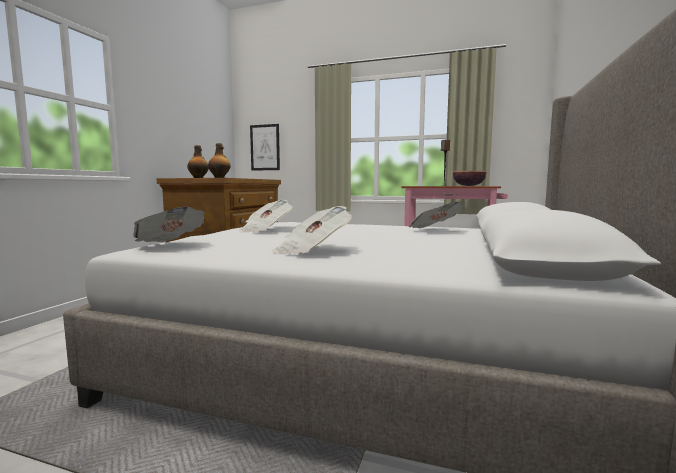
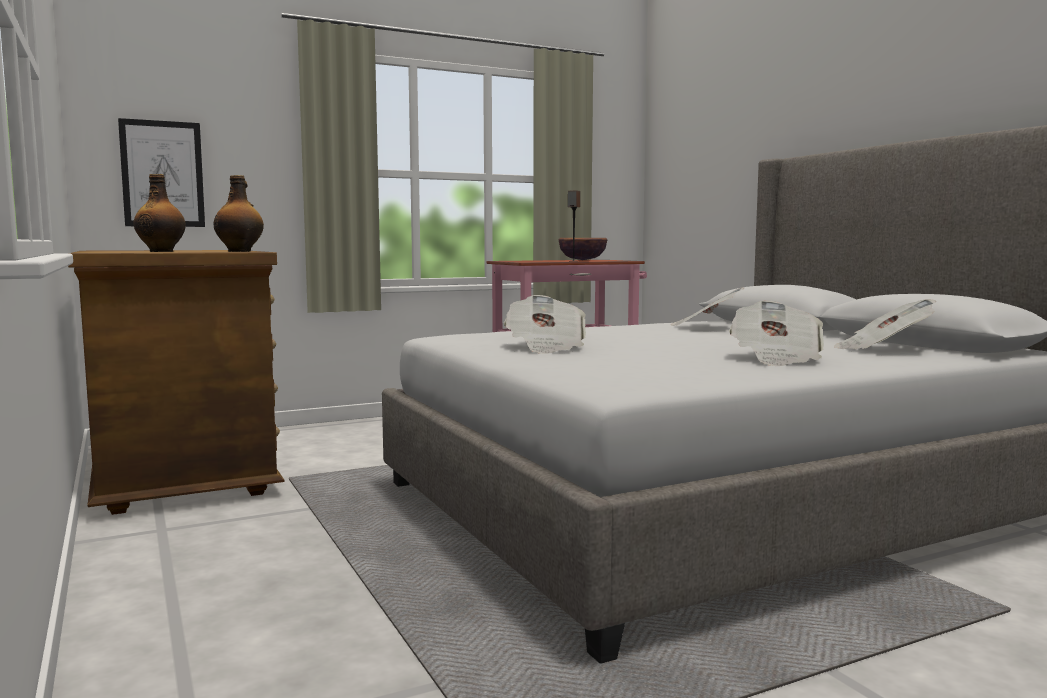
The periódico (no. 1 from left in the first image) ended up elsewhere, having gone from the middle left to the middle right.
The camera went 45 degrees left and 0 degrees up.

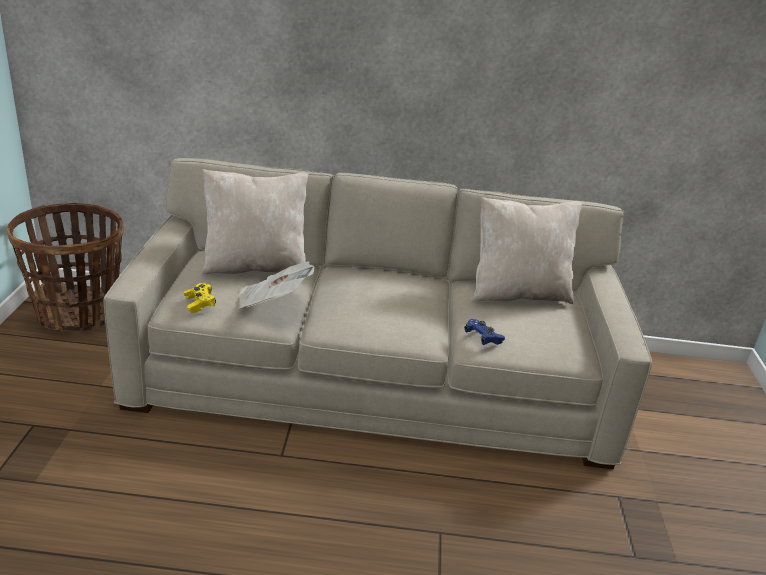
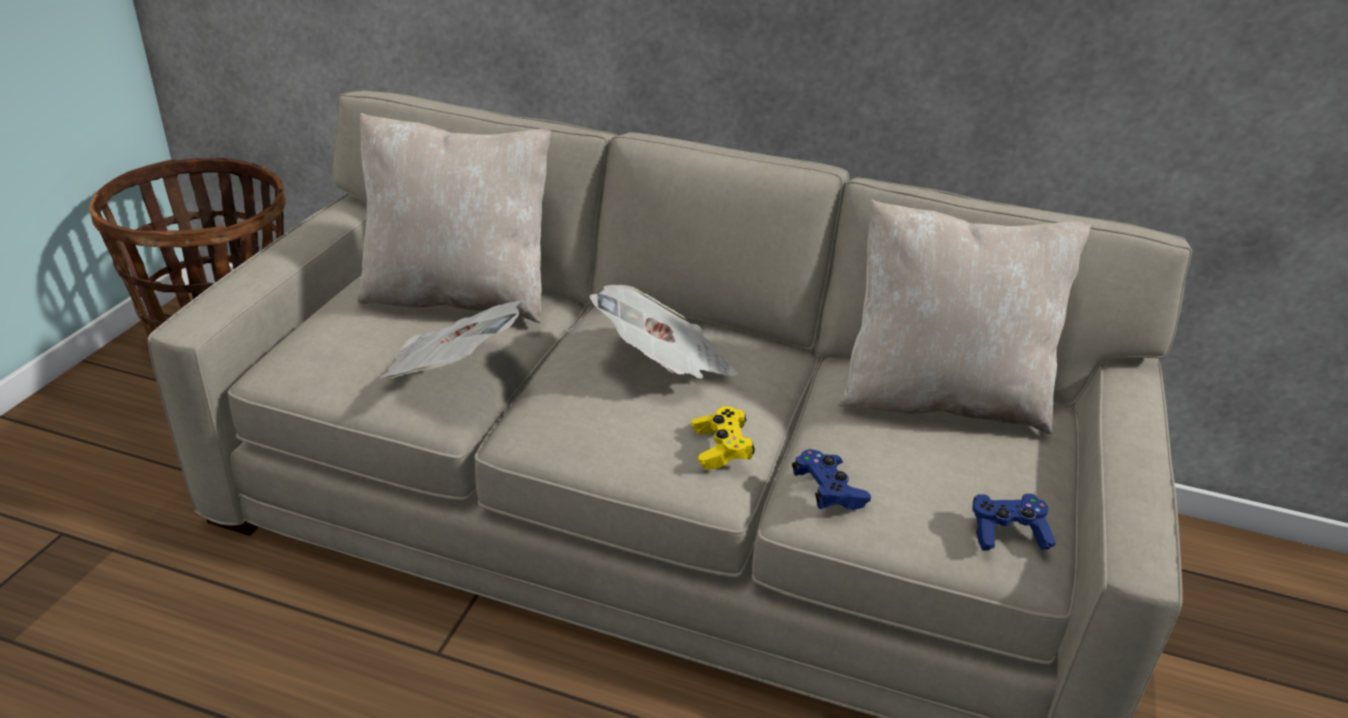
The mando de consola (amarillo) ended up elsewhere, having gone from the middle left to the centre.
The second view gained the periódico (no. 2 from left) at the centre.
The second view gained the mando de consola (azul) (no. 2 from left) at the bottom right.
The camera went 15 degrees right and 5 degrees up.

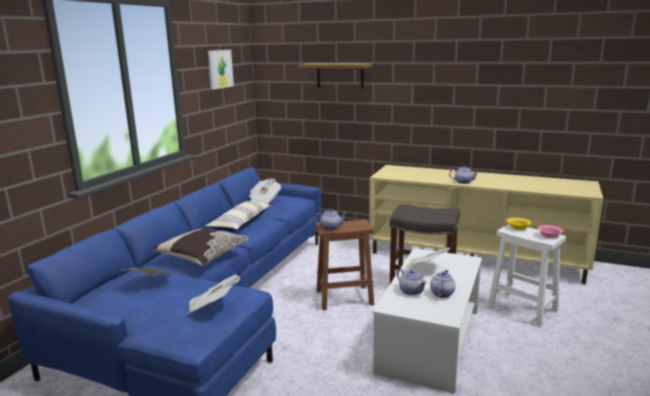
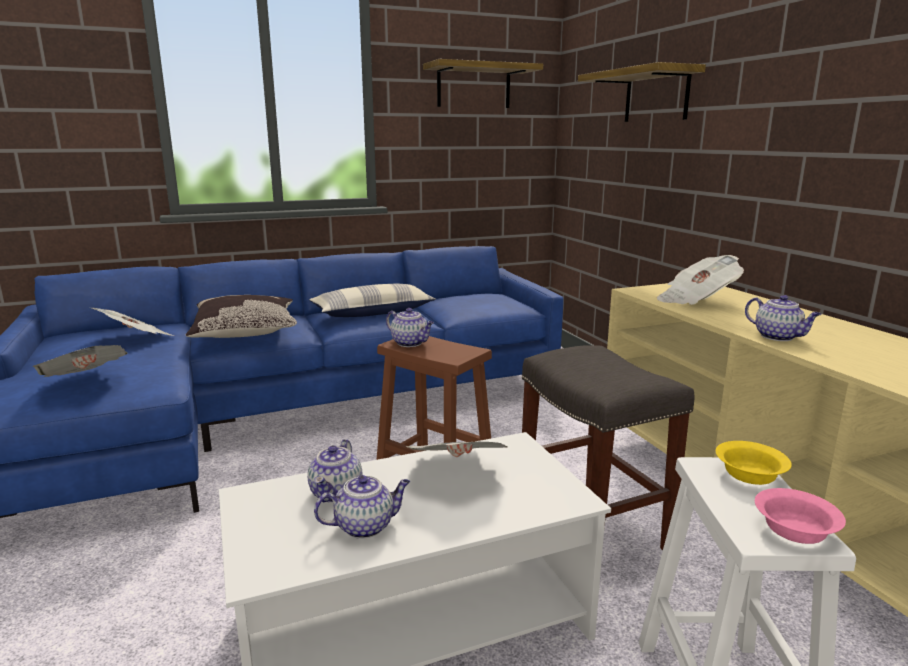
Where the cuadro hung at the top centre, the estante (no. 1 from left) came to hang at the top centre.
The periódico (no. 3 from left in the first image) ended up elsewhere, having gone from the centre to the middle right.
The camera went 45 degrees right and 0 degrees up.

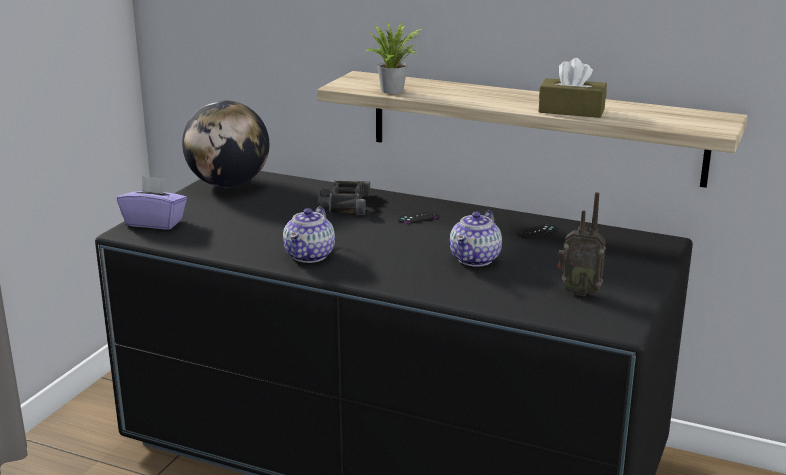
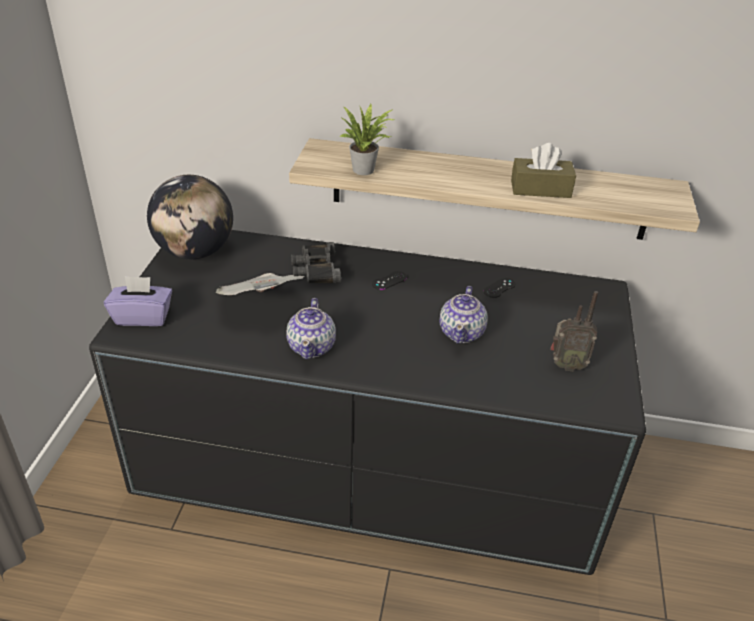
The second view gained the periódico at the centre.
The camera went 15 degrees left and 15 degrees up.

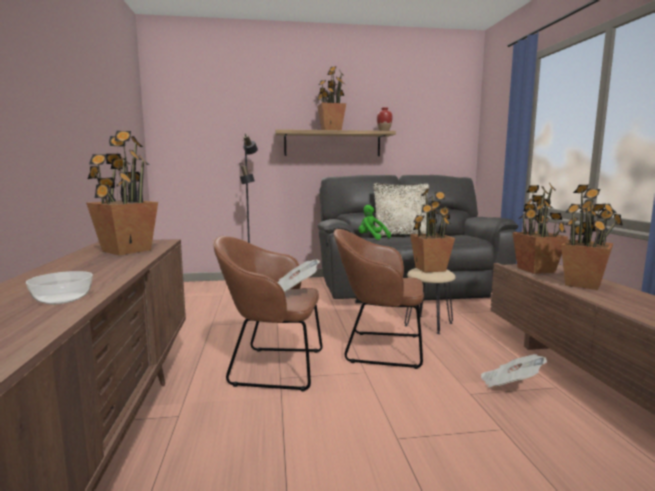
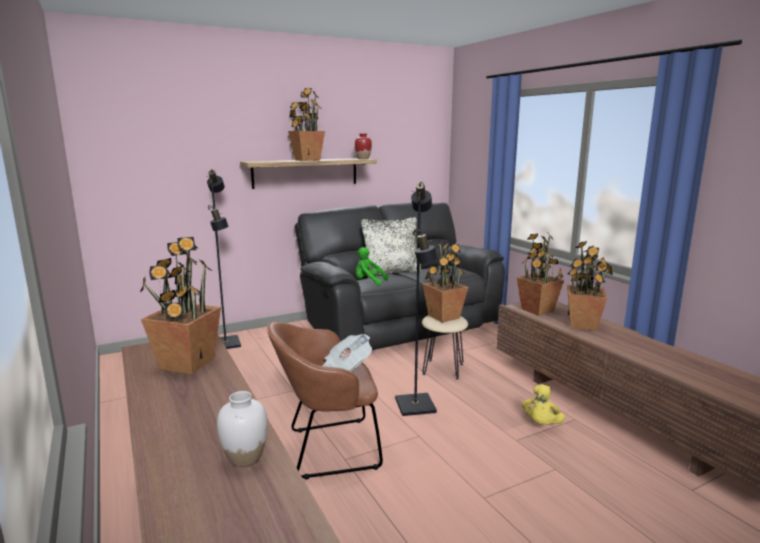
Where the cuenco stood at the middle left, the florero (blanco) came to stand at the bottom left.
Where the sillón (marrón) (no. 2 from left) stood at the centre, the lámpara de pie (negro) (no. 2 from left) came to stand at the centre.
Where the periódico (no. 2 from left) stood at the bottom right, the peluche (amarillo) came to stand at the bottom right.
The camera went 20 degrees left and 5 degrees up.

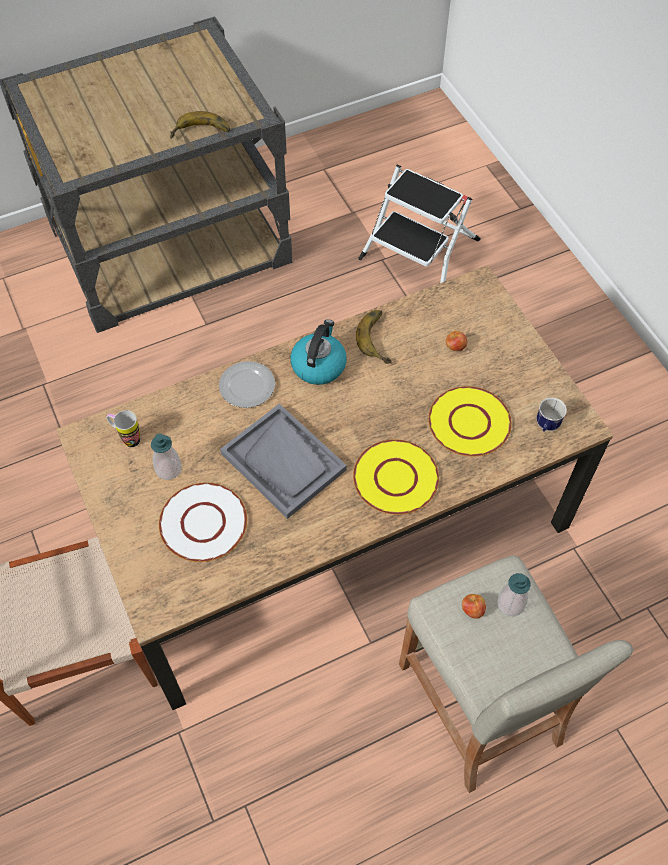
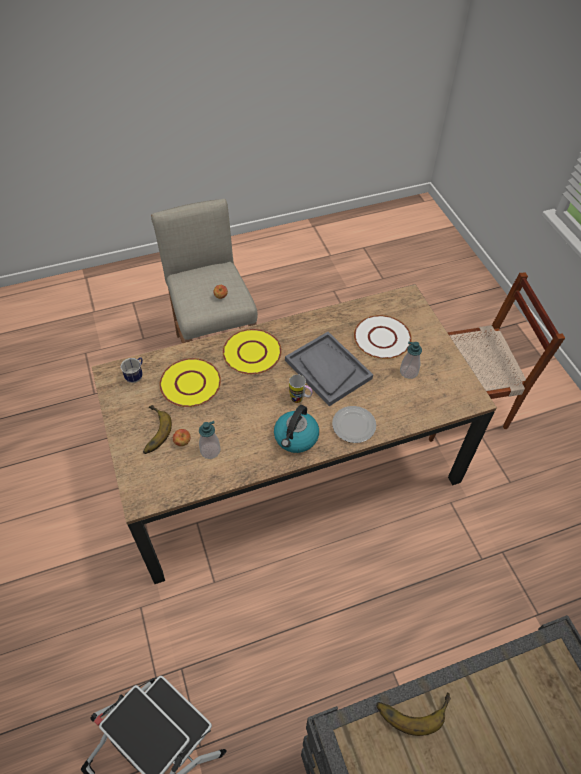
The taza grande (no. 1 from left in the first image) ended up elsewhere, having gone from the middle left to the centre.
The plátano (no. 2 from left in the first image) ended up elsewhere, having gone from the centre to the middle left.
The dispensador de jabón (no. 2 from left in the first image) ended up elsewhere, having gone from the bottom right to the centre.
The camera went 175 degrees left and 5 degrees down.

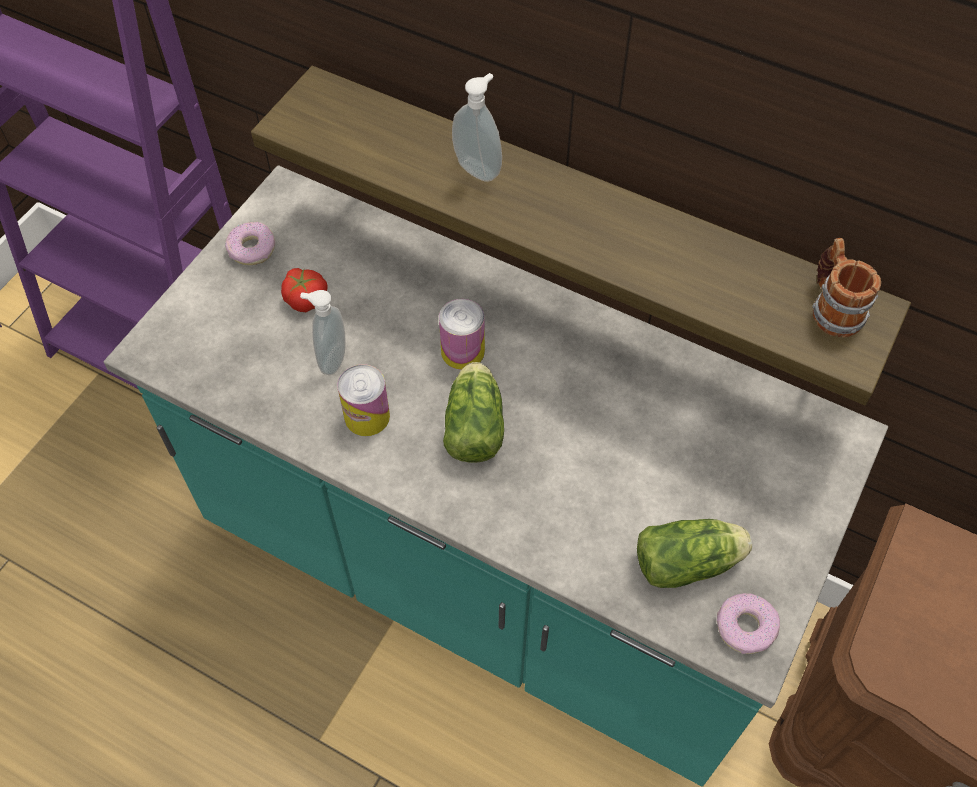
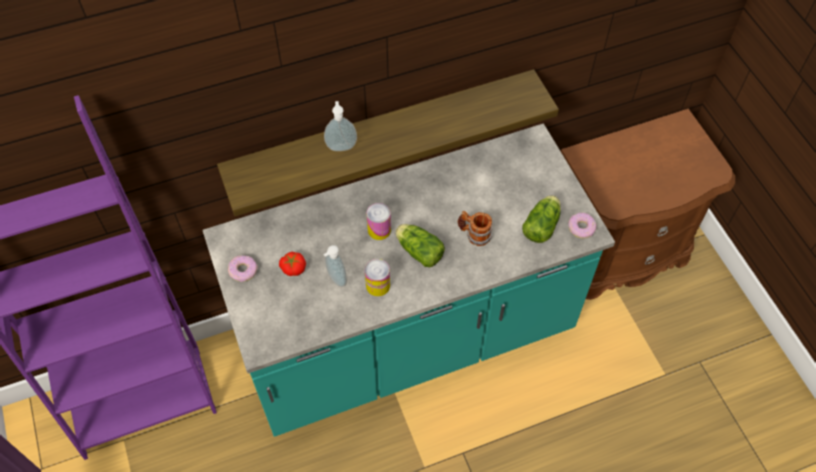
The taza grande ended up elsewhere, having gone from the middle right to the centre.
The camera went 50 degrees left and 0 degrees up.

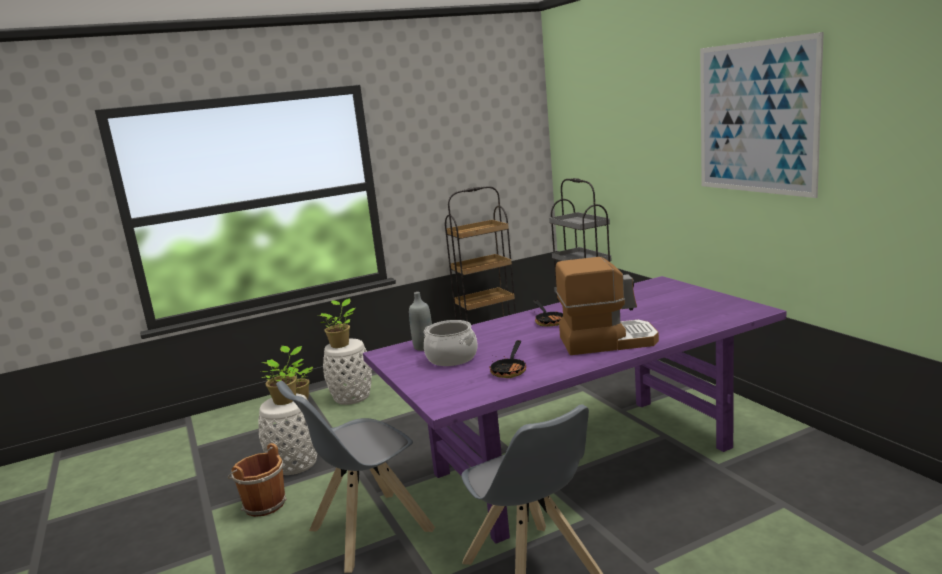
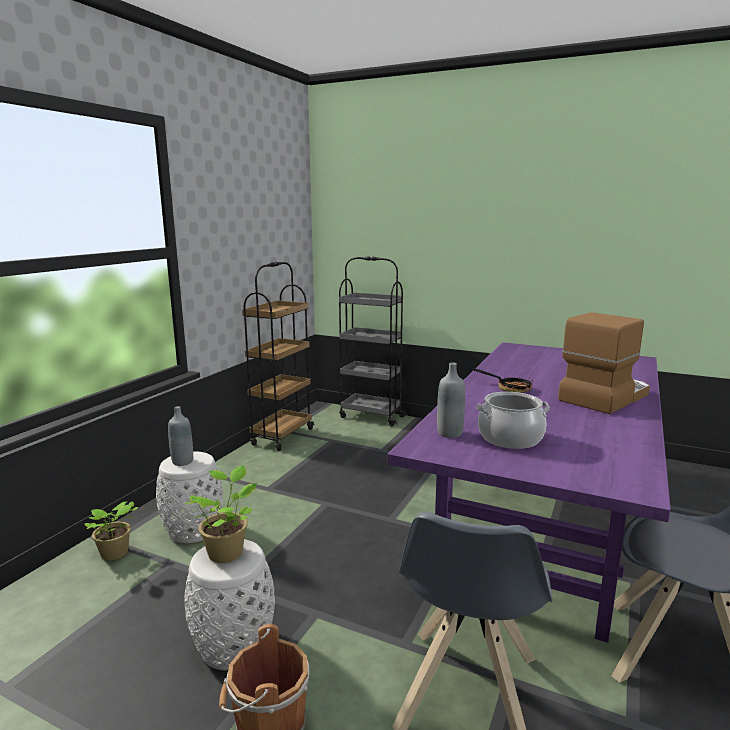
Where the planta en maceta (no. 3 from left) stood at the centre, the botella (gris) (no. 1 from left) came to stand at the middle left.
The second view lost the sartén (no. 1 from left) at the centre.
The second view lost the cuadro at the top right.
The camera went 40 degrees left and 0 degrees up.

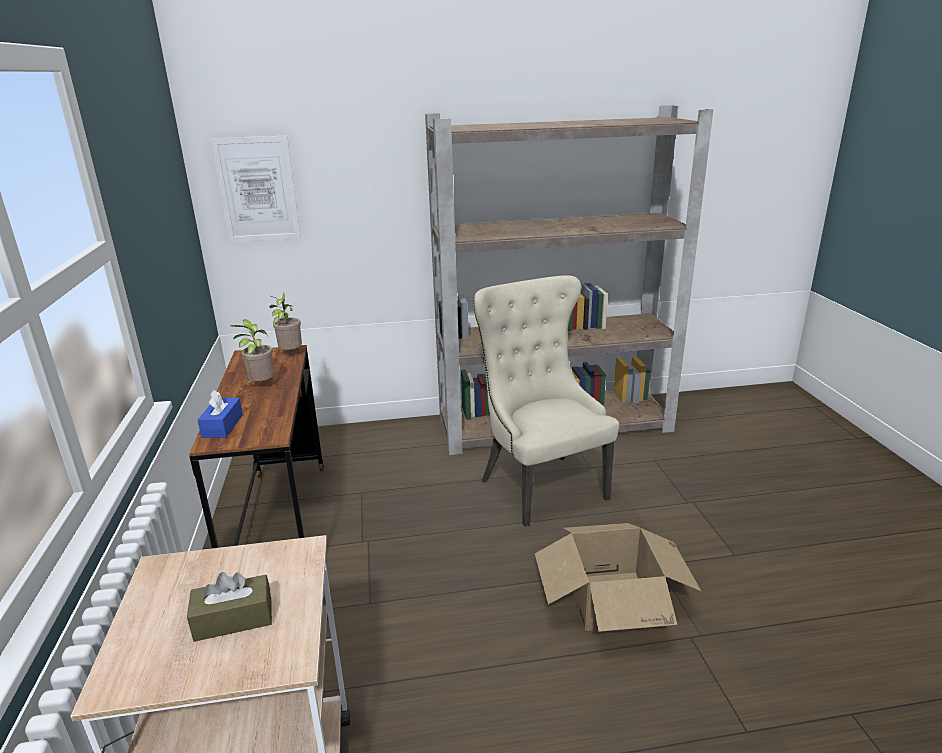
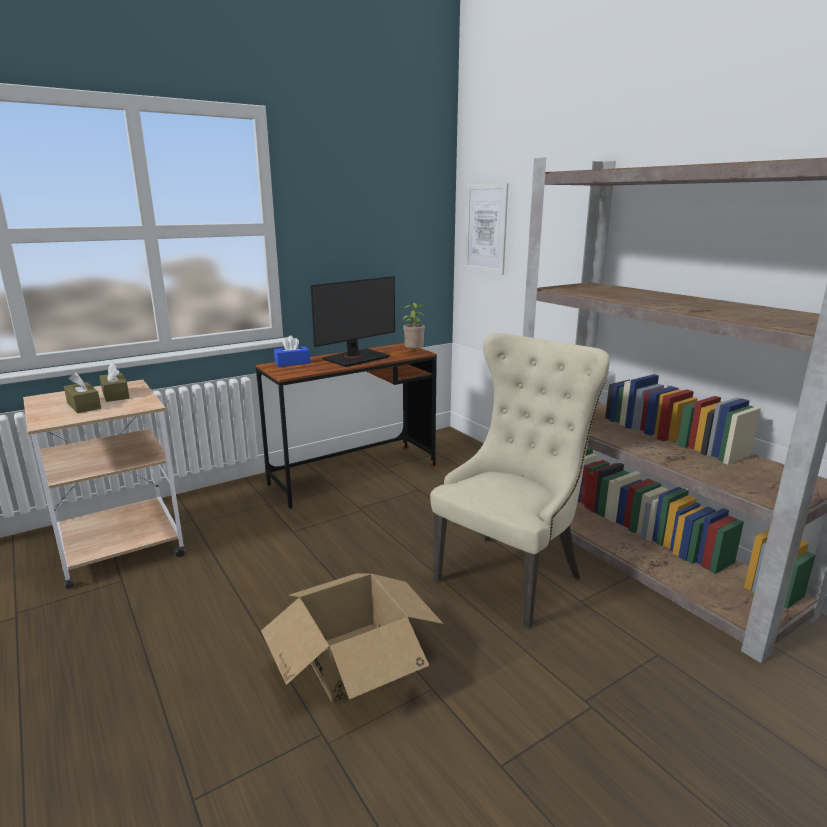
Where the planta en maceta (no. 1 from left) stood at the middle left, the monitor came to stand at the centre.
The second view gained the caja de pañuelos (marrón) (no. 2 from left) at the middle left.
The camera went 65 degrees right and 5 degrees down.

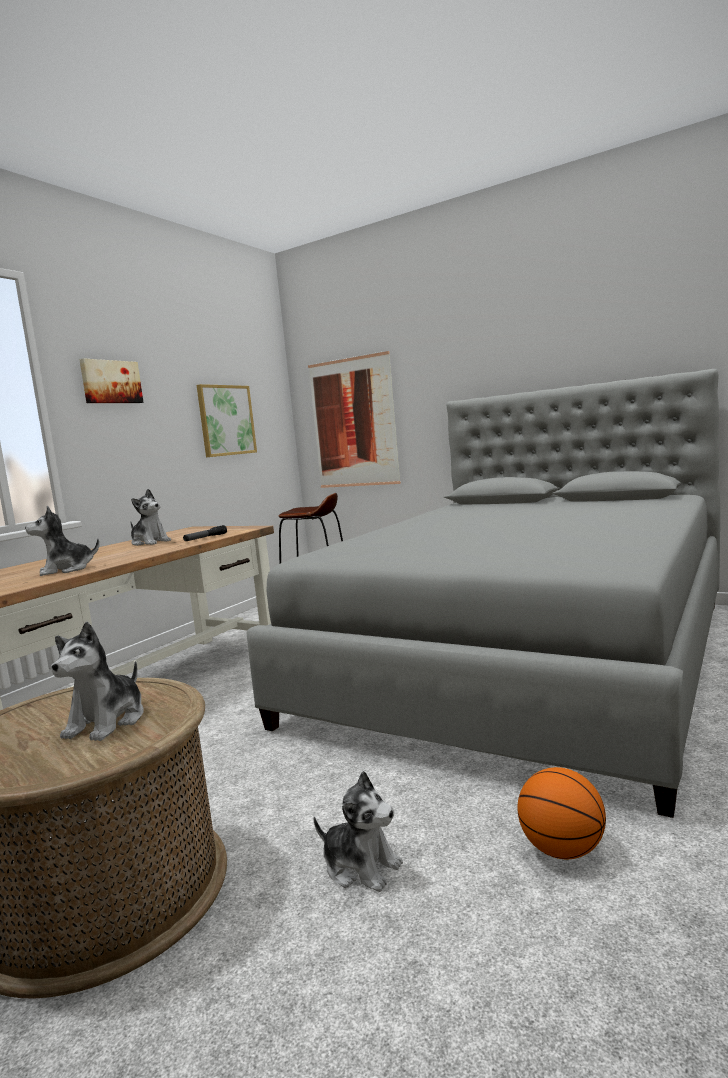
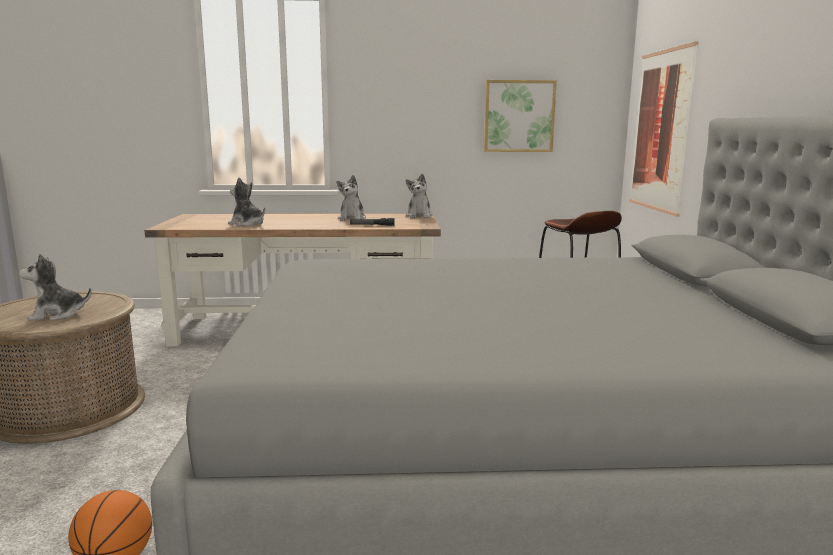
The second view lost the cuadro (no. 1 from left) at the middle left.
The peluche (no. 4 from left) ended up elsewhere, having gone from the bottom centre to the centre.
The camera went 55 degrees right and 5 degrees up.

